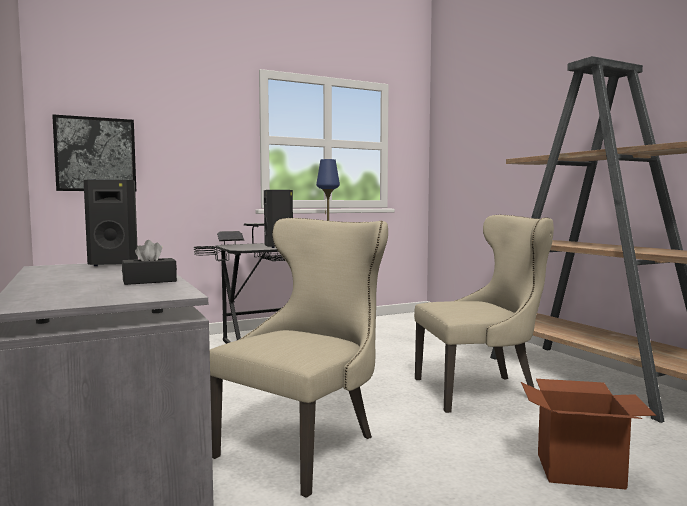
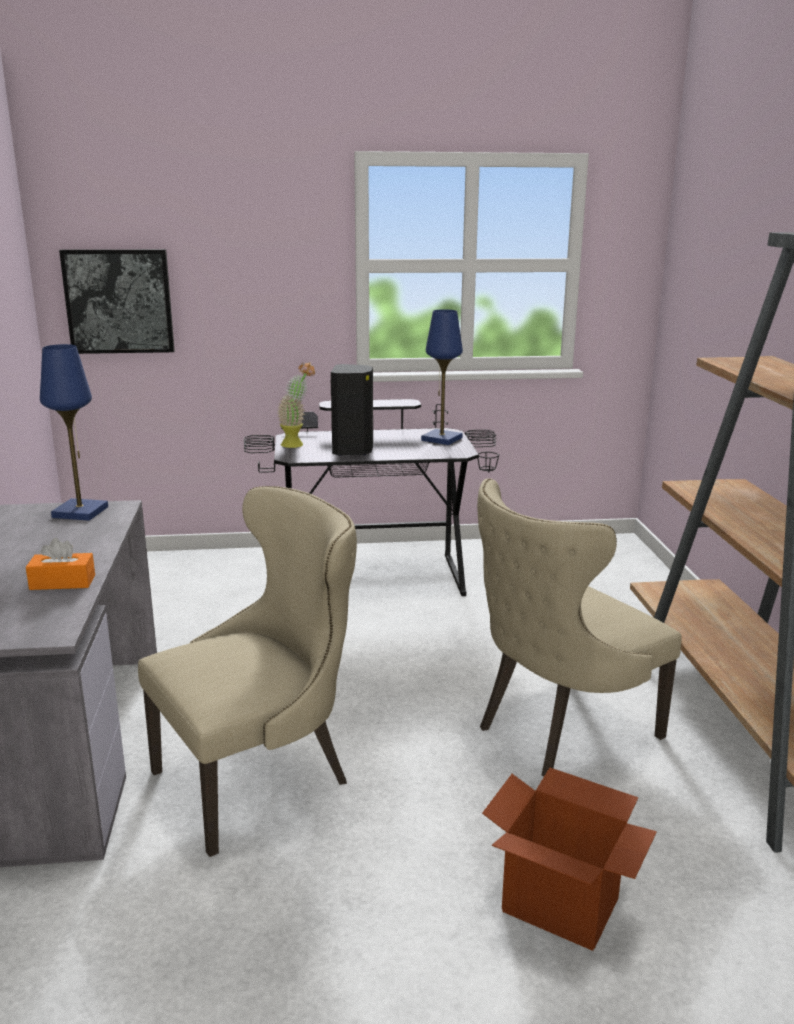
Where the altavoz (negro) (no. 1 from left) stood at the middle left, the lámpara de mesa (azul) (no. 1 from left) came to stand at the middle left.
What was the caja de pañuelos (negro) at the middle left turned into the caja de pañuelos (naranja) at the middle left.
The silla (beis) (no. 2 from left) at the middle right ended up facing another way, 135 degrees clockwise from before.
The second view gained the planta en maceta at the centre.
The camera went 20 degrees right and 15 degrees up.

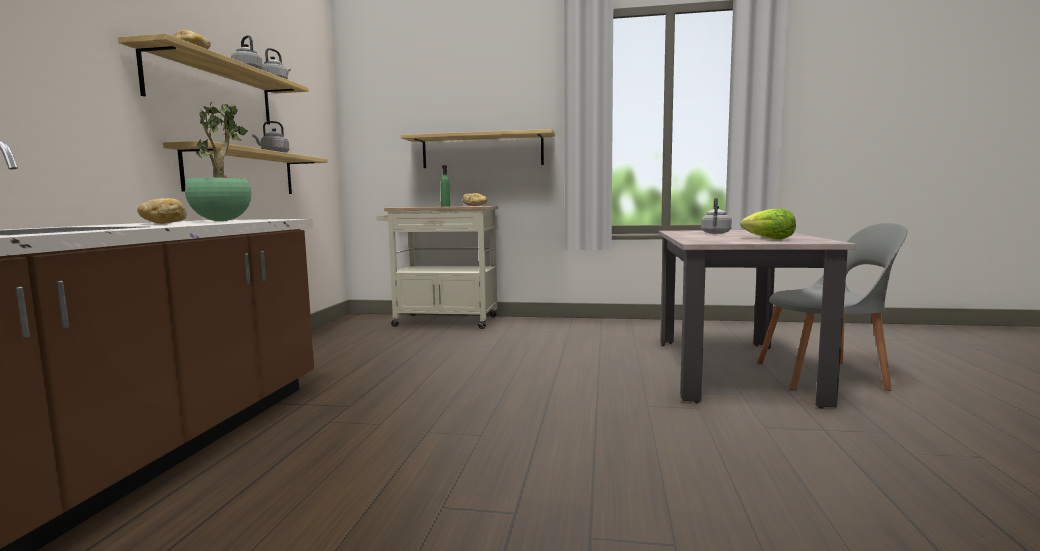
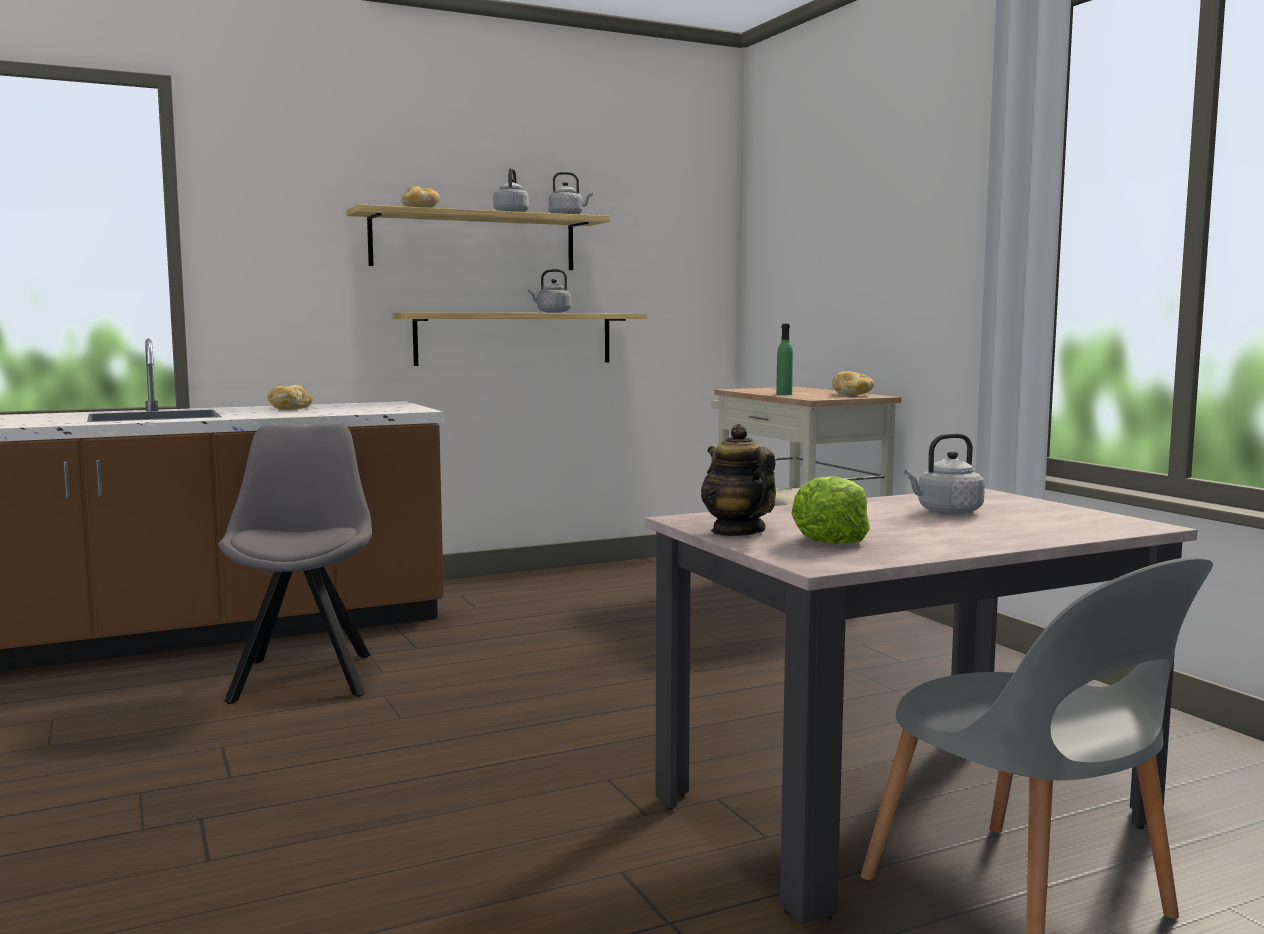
The second view lost the planta en maceta at the top left.
The second view lost the estante (no. 3 from left) at the top centre.
The second view gained the silla (gris) (no. 1 from left) at the middle left.
The second view gained the tetera at the centre.
The camera went 55 degrees right and 0 degrees up.

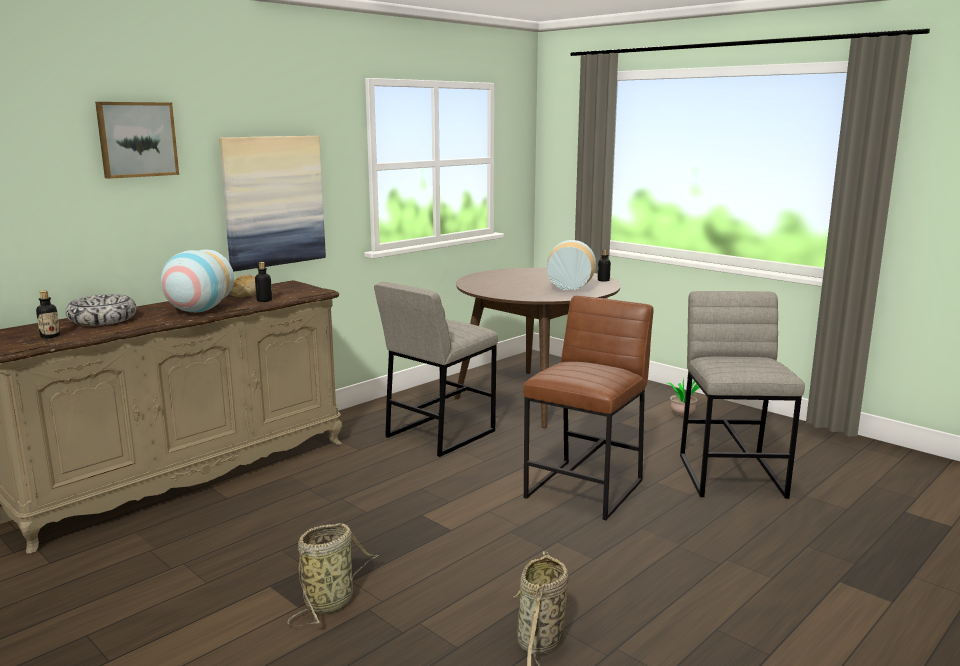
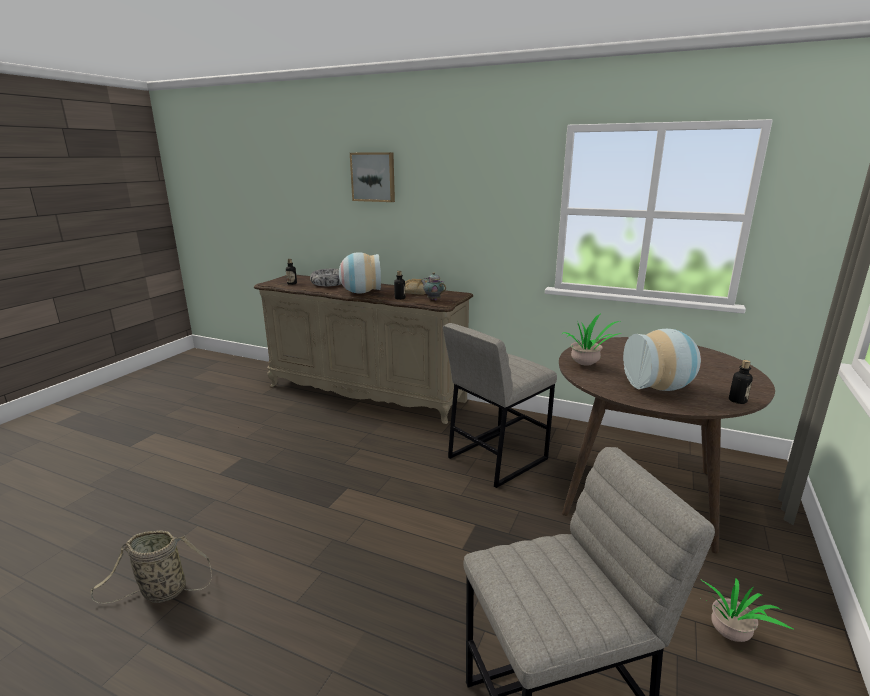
The second view lost the cuadro (no. 2 from left) at the top left.
The second view lost the cesta (no. 1 from left) at the bottom centre.
The silla (gris) (no. 1 from left) at the centre ended up facing another way, 60 degrees counterclockwise from before.
The second view lost the silla (marrón) at the centre.
The second view gained the tetera at the centre.
The second view gained the planta en maceta (no. 1 from left) at the middle right.
The camera went 70 degrees right and 5 degrees up.

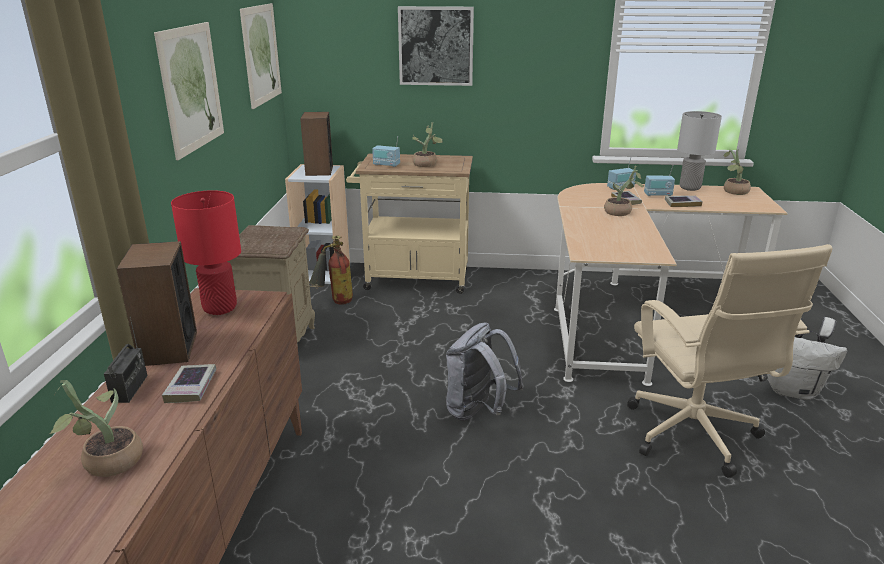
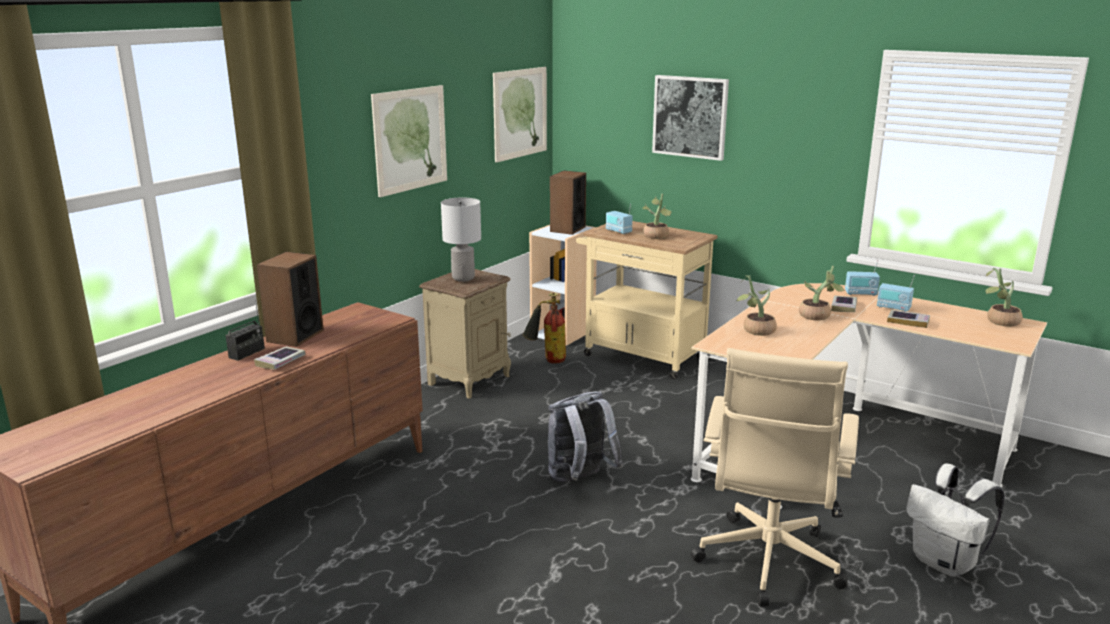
The planta en maceta (no. 1 from left in the first image) ended up elsewhere, having gone from the bottom left to the middle right.
The second view lost the lámpara de mesa (rojo) at the middle left.
The lámpara de mesa (gris) ended up elsewhere, having gone from the top right to the centre.
The camera went 30 degrees right and 5 degrees down.

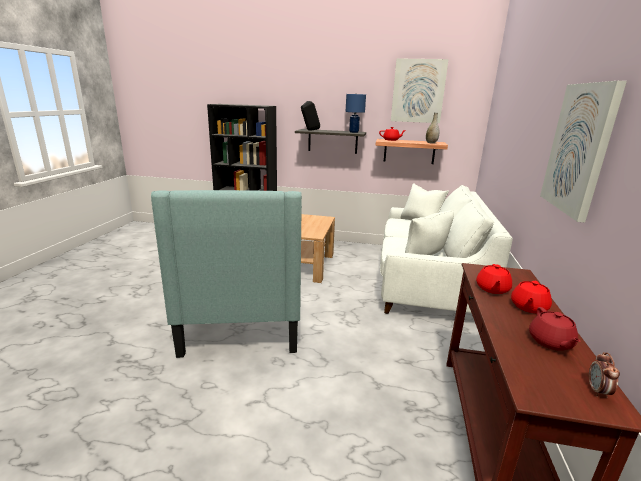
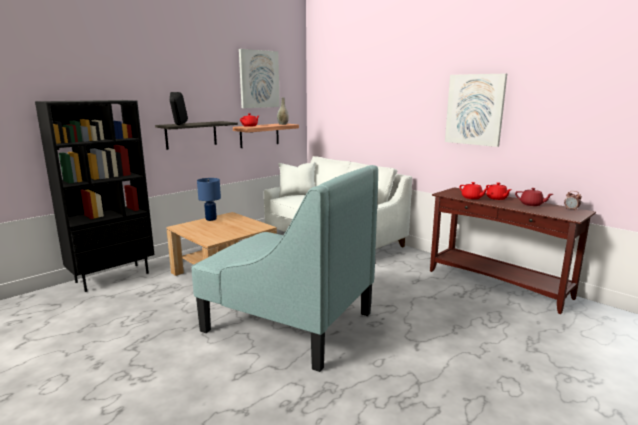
The lámpara de mesa (azul) ended up elsewhere, having gone from the top centre to the middle left.
The camera went 55 degrees left and 5 degrees down.

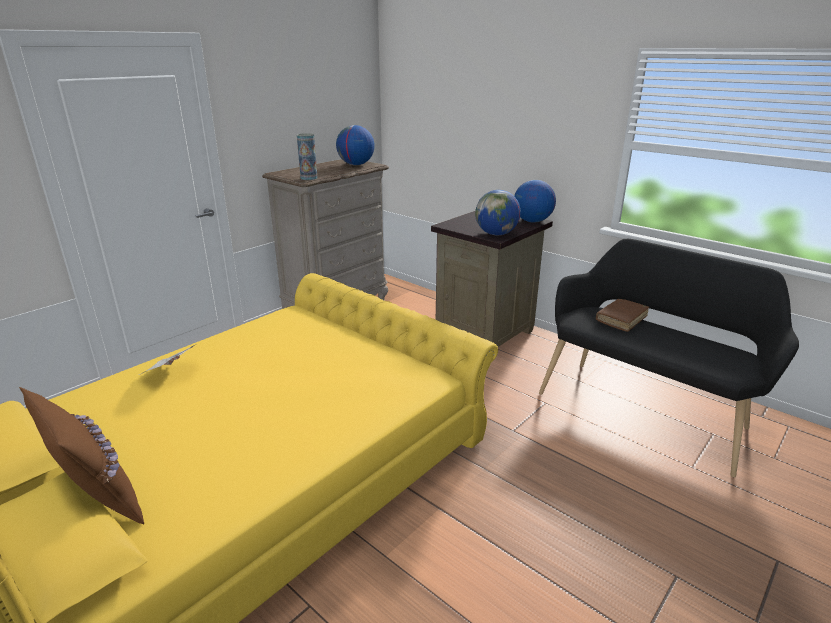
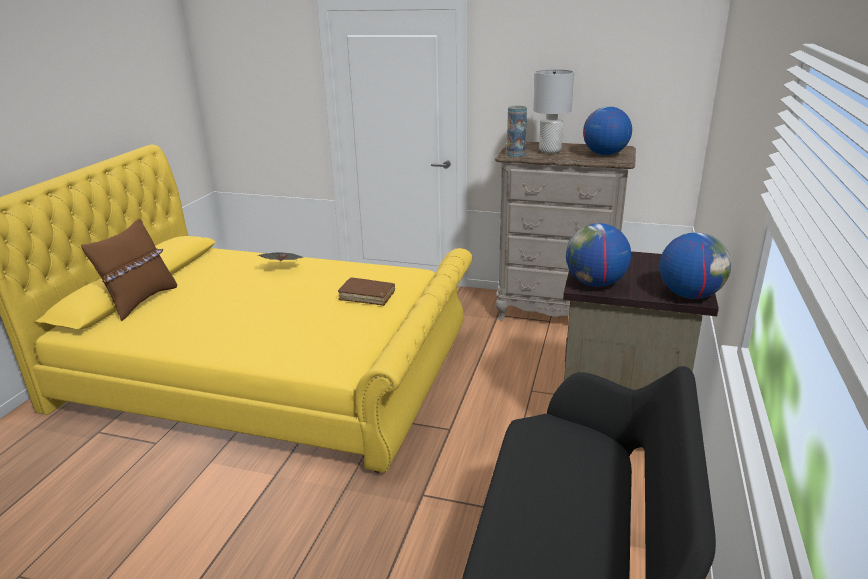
The libro (marrón) ended up elsewhere, having gone from the middle right to the centre.
The second view gained the lámpara de mesa (gris) at the top centre.
The camera went 65 degrees right and 0 degrees up.

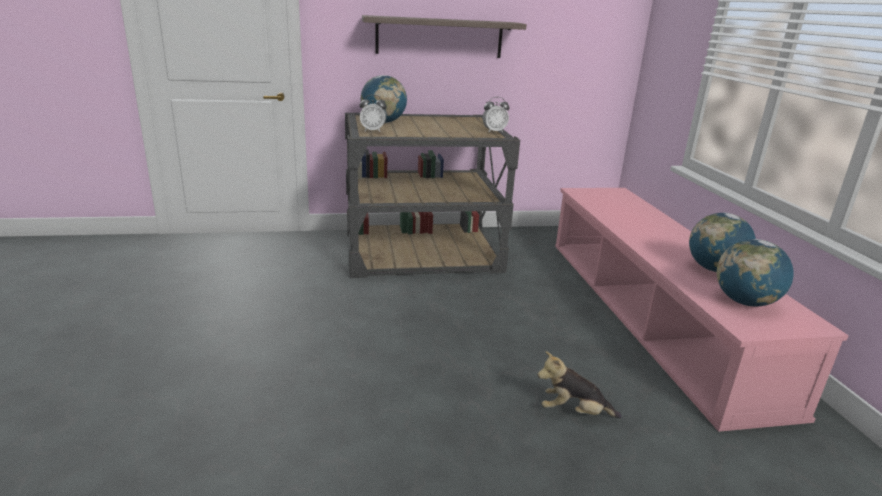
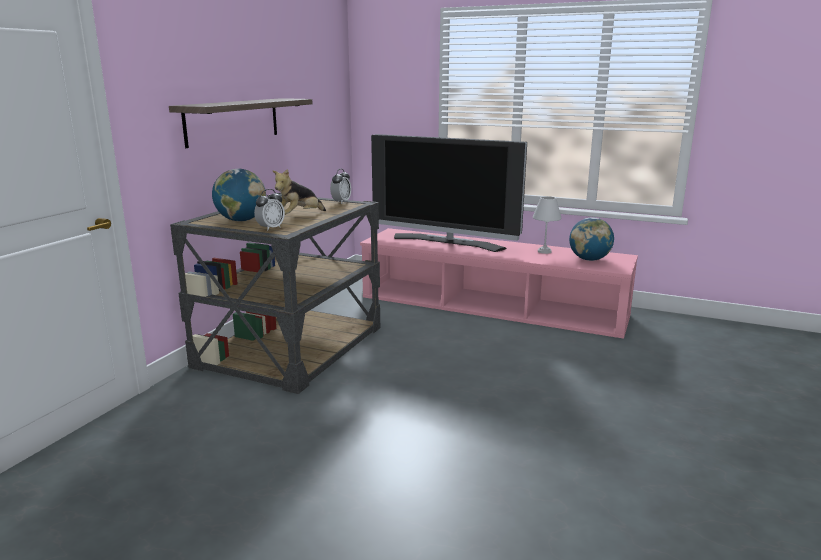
The peluche ended up elsewhere, having gone from the bottom centre to the centre.
Where the globo terráqueo (no. 2 from left) stood at the middle right, the lámpara de mesa (blanco) came to stand at the centre.
The second view gained the televisor at the centre.
The camera went 55 degrees left and 5 degrees down.

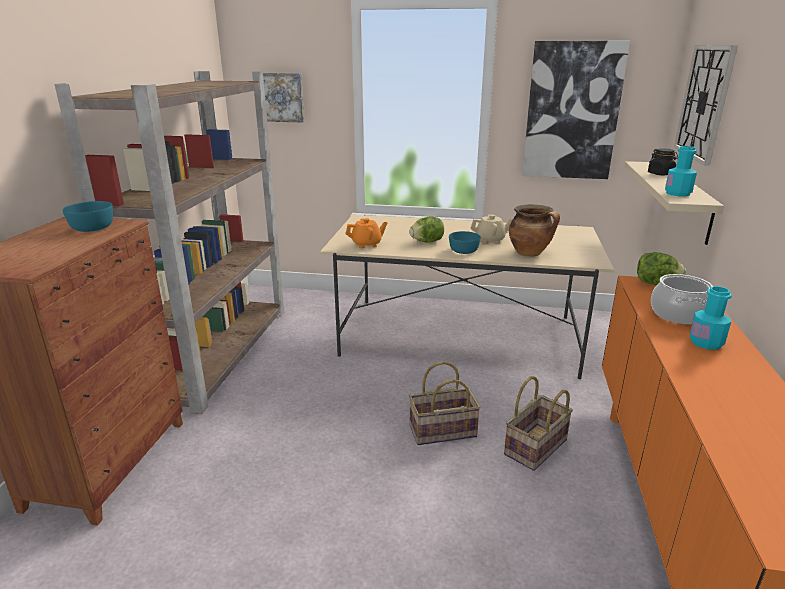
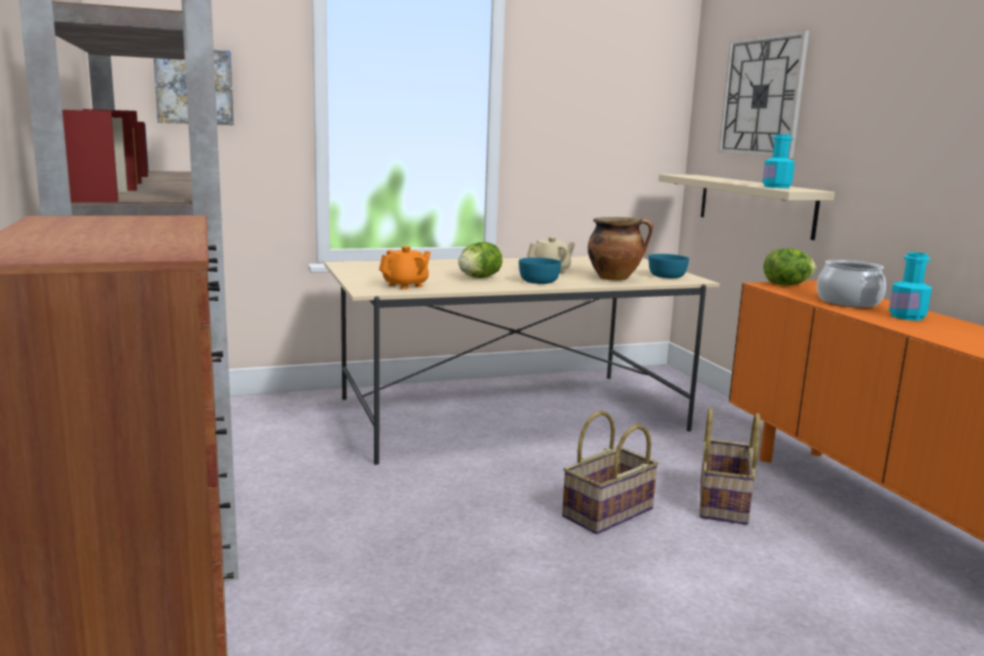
The cuenco (turquesa) (no. 1 from left in the first image) ended up elsewhere, having gone from the middle left to the middle right.
The second view lost the cuadro (no. 2 from left) at the top right.
The second view lost the tarro (negro) at the top right.
The camera went 30 degrees left and 10 degrees down.

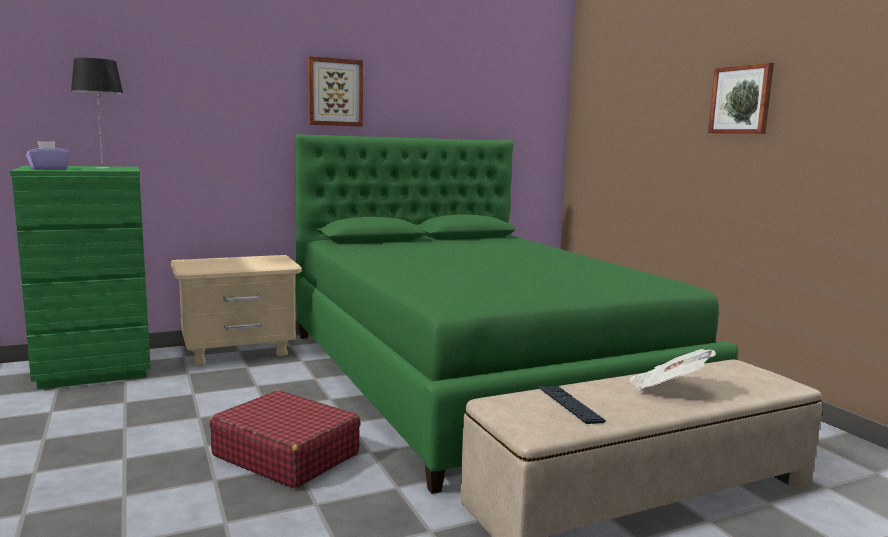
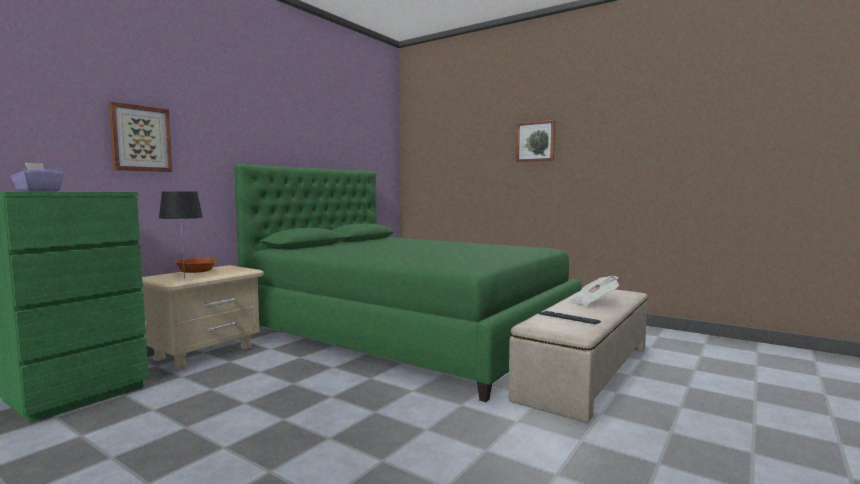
The lámpara de mesa ended up elsewhere, having gone from the top left to the middle left.
The second view lost the maleta (rojo) at the bottom left.
The cuadro (no. 1 from left) ended up elsewhere, having gone from the top centre to the top left.
The second view gained the cuenco at the middle left.
The camera went 30 degrees left and 5 degrees down.

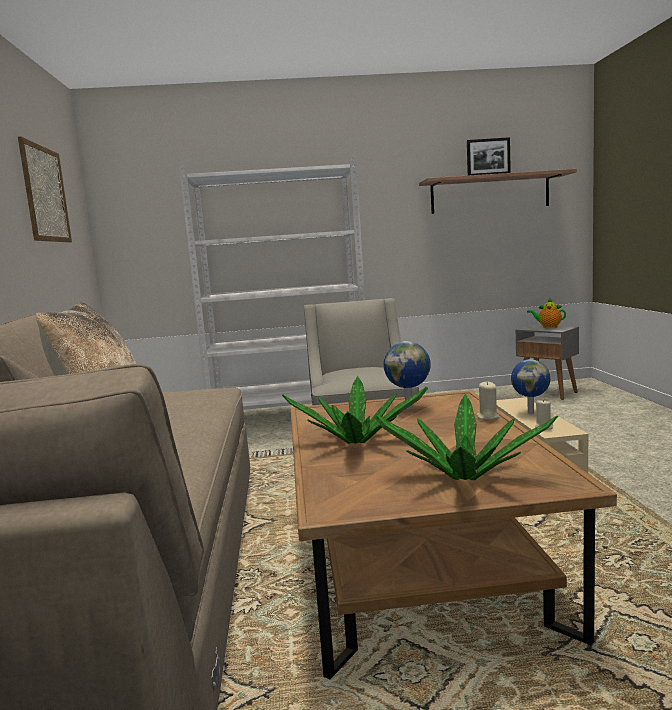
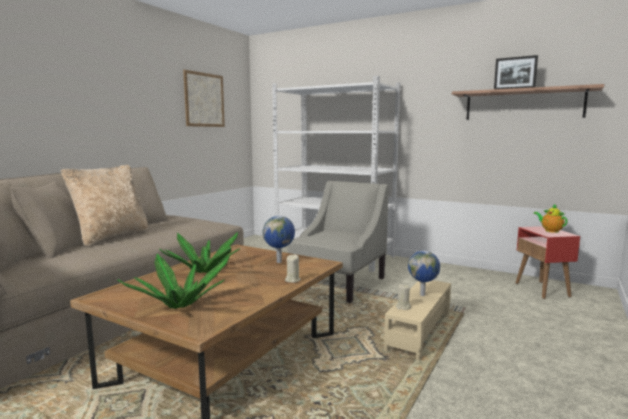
What was the mesa auxiliar (gris) at the middle right turned into the mesa auxiliar (rojo) at the middle right.
The camera went 35 degrees right and 0 degrees up.

